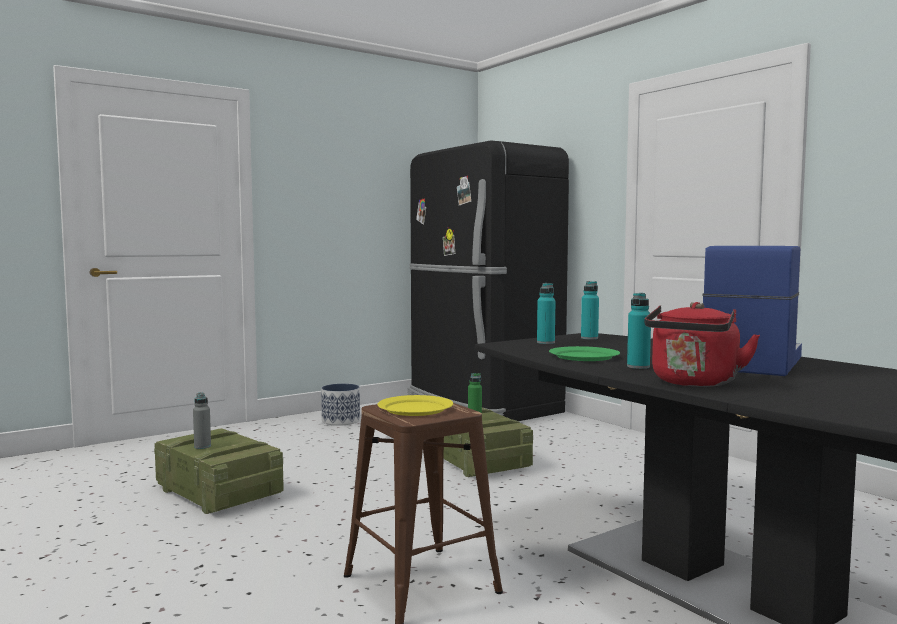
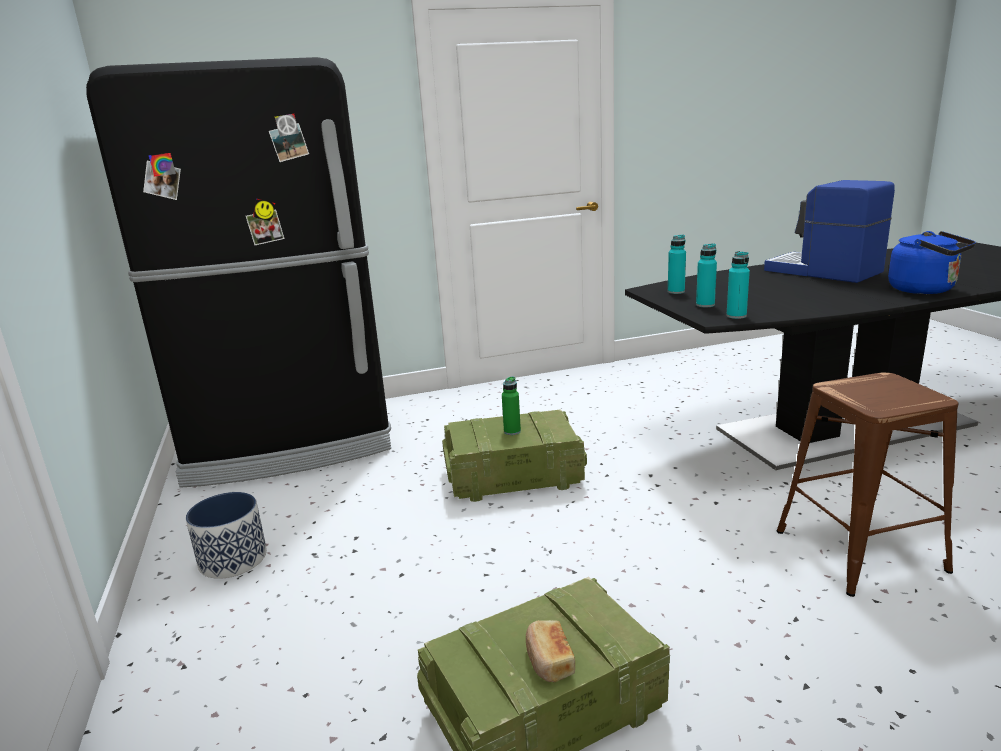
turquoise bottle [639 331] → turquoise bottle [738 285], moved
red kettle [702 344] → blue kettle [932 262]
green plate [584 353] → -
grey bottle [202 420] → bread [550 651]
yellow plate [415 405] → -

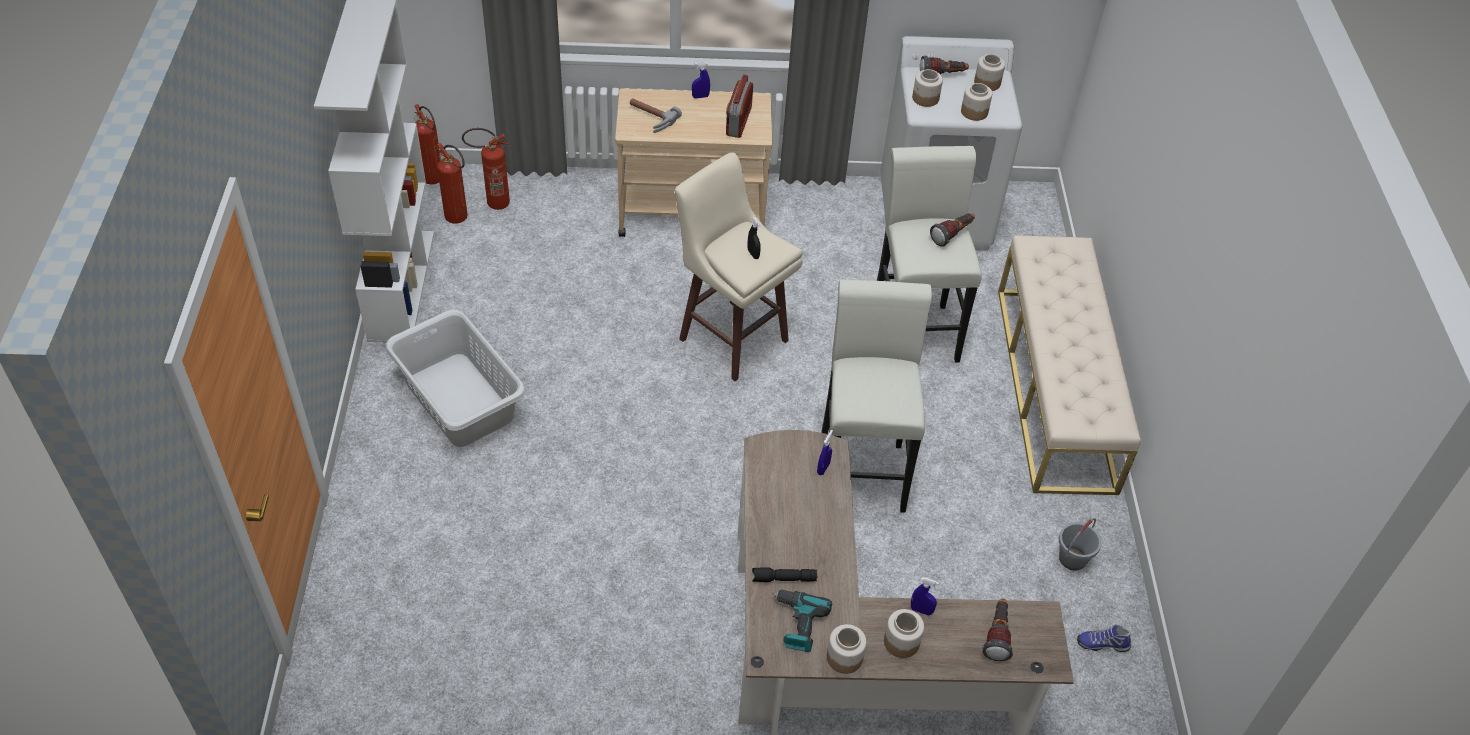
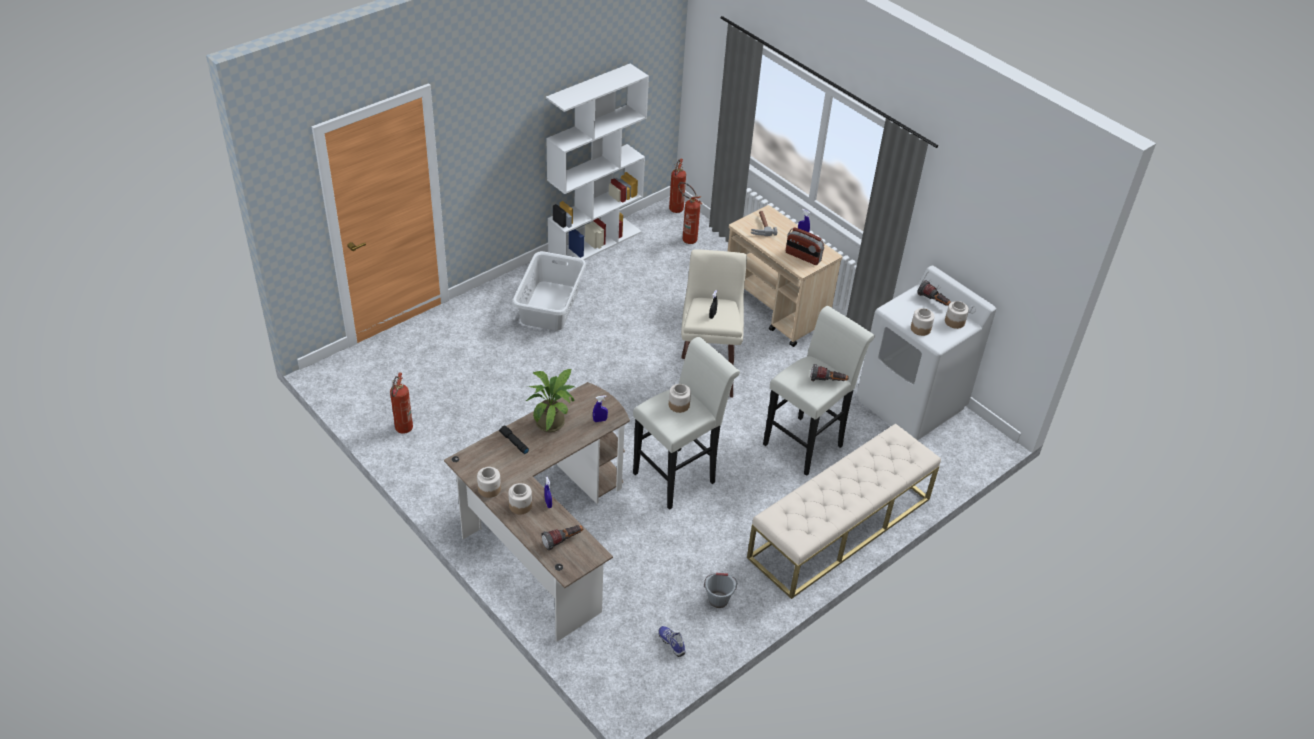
jar [927 88] → jar [680 398], moved
radio [739 106] → radio [805 246], 120 degrees counterclockwise
fire extinguisher [452 183] → fire extinguisher [401 403], moved
power drill [802 620] → -
- → potted plant [550 400]

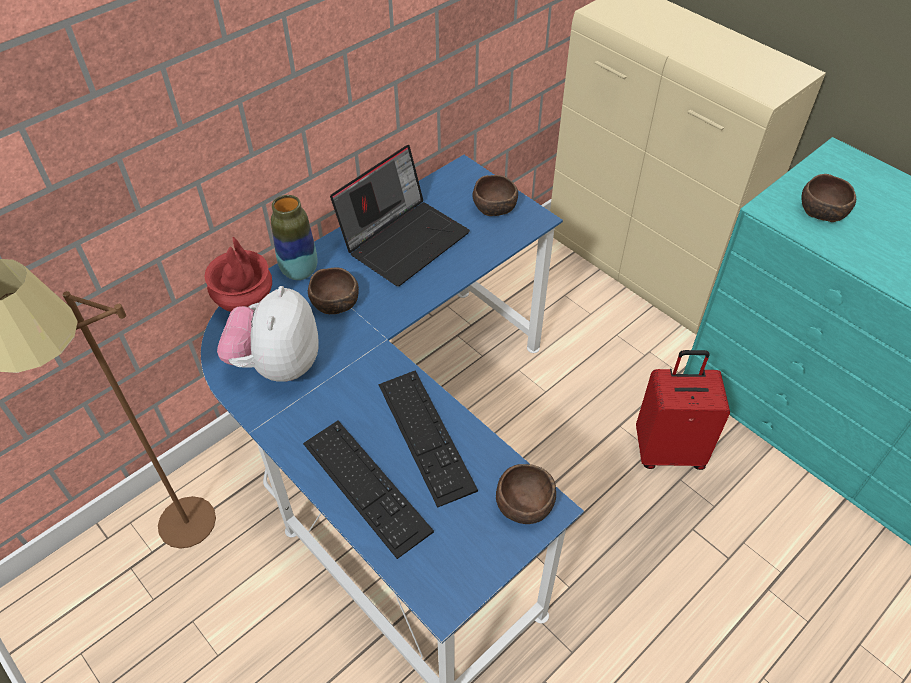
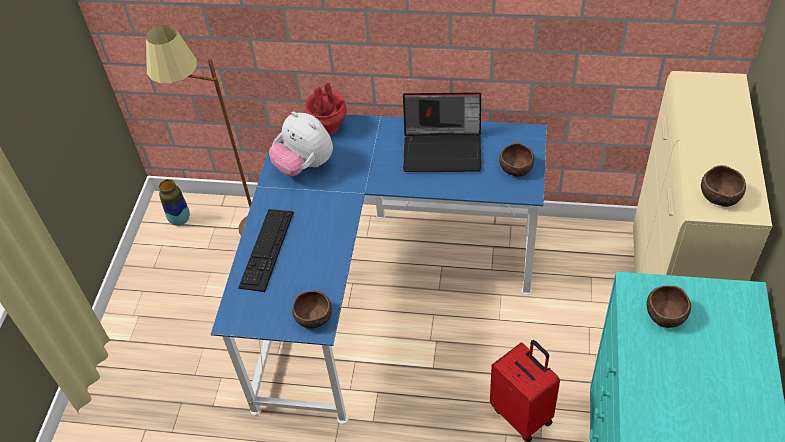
vase [294 237] → vase [174 202], moved
brown bowl [333 290] → brown bowl [723 186], moved
plush toy [267 334] → plush toy [301 144], 105 degrees counterclockwise
keyboard [428 439] → -

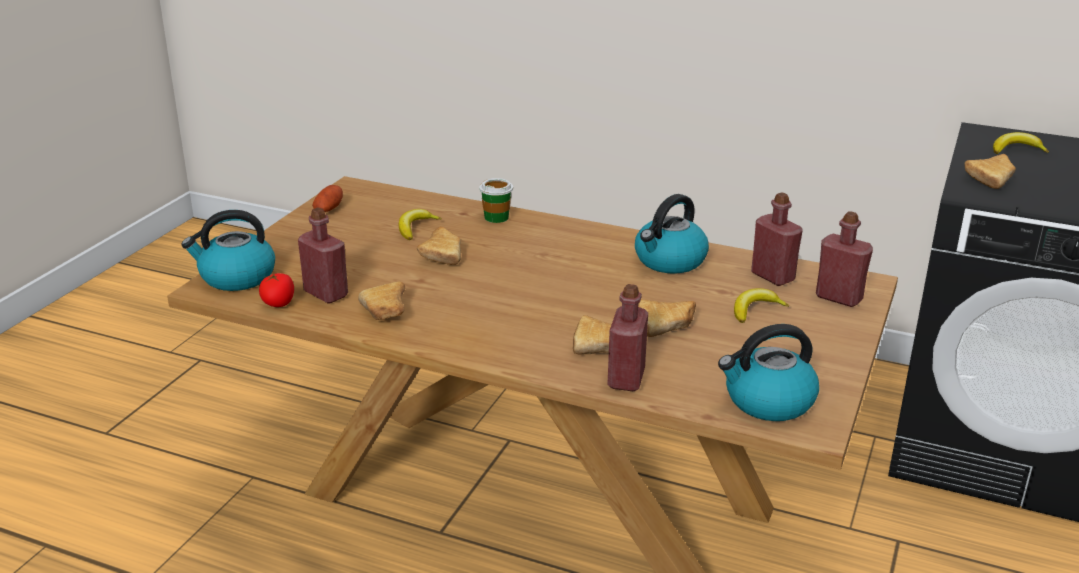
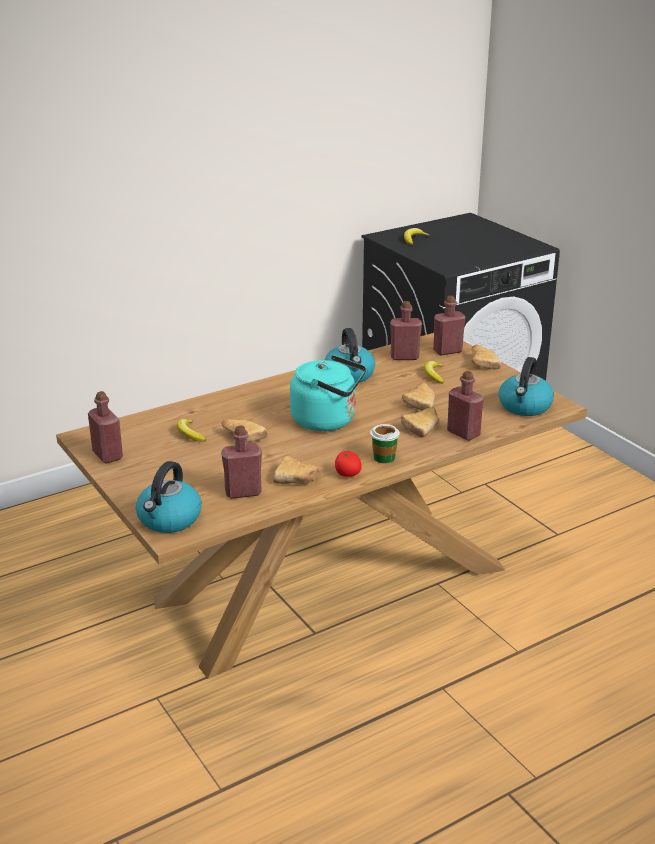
bread [990 171] → bread [486 357], moved
cup [496 200] → cup [385 444], moved
potato [327 198] → red bottle [105 427]
tomato [276 290] → tomato [348 464], moved
- → turquoise kettle [328 393]

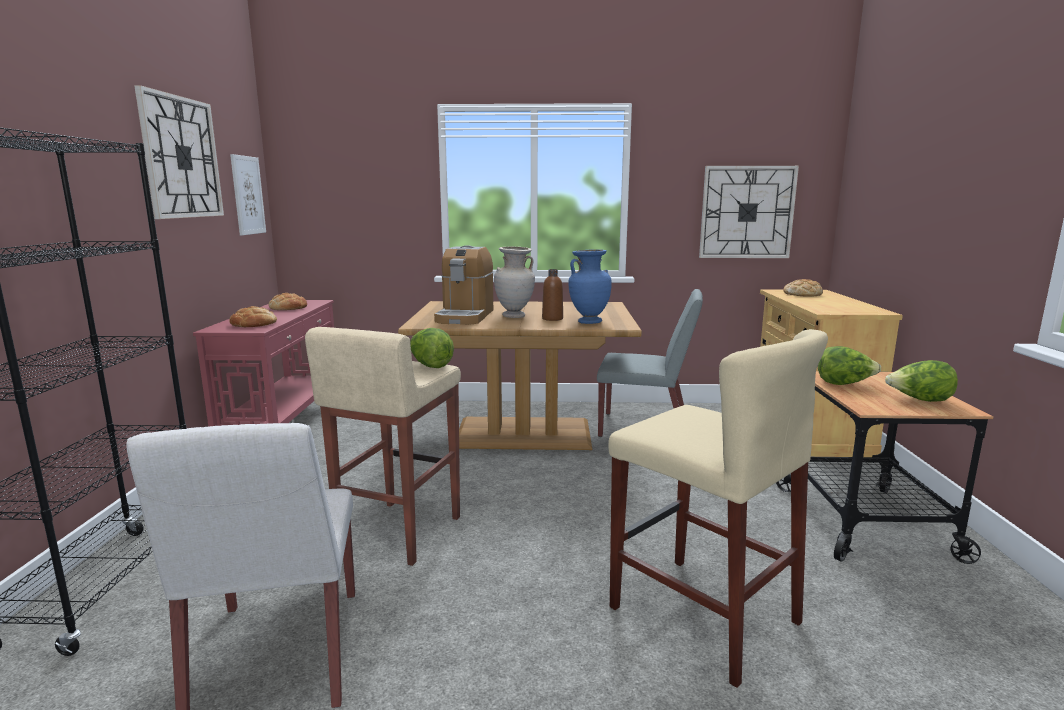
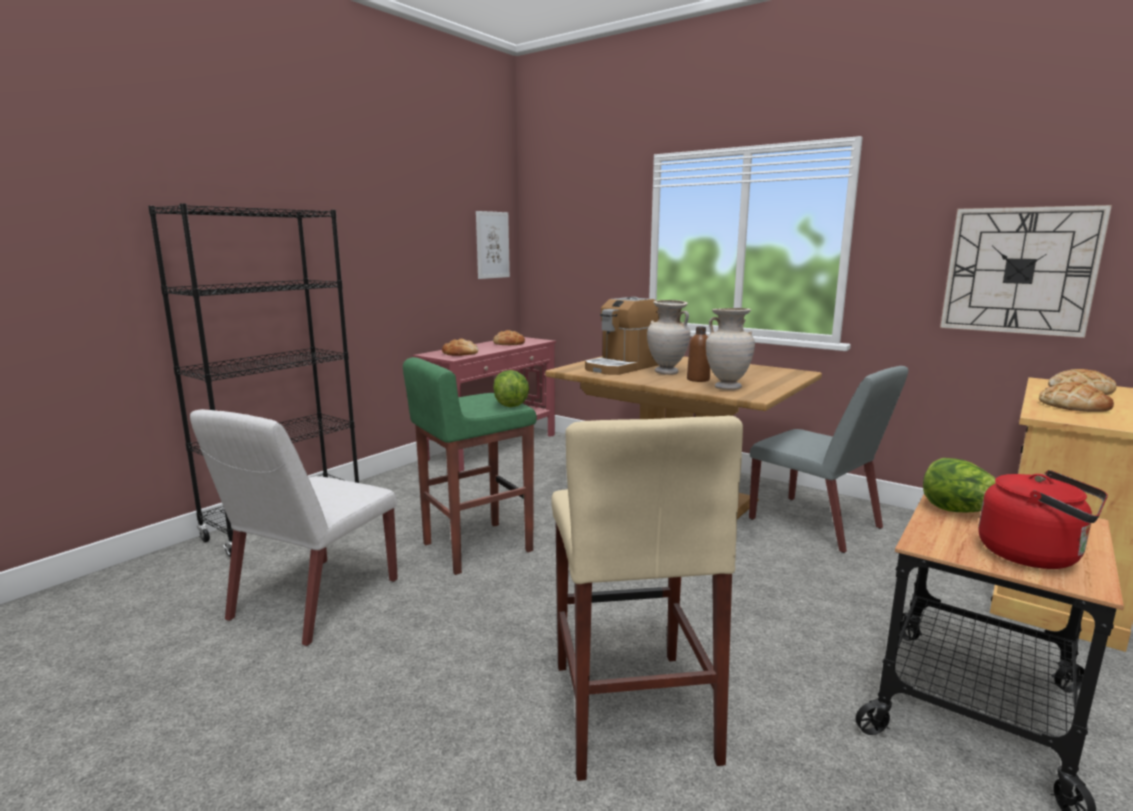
wall clock [179 152] → -
blue vase [590 286] → beige vase [730 349]
beige stool [383 446] → green stool [470 466]
lettuce [921 381] → red kettle [1043 519]
- → bread [1076 397]

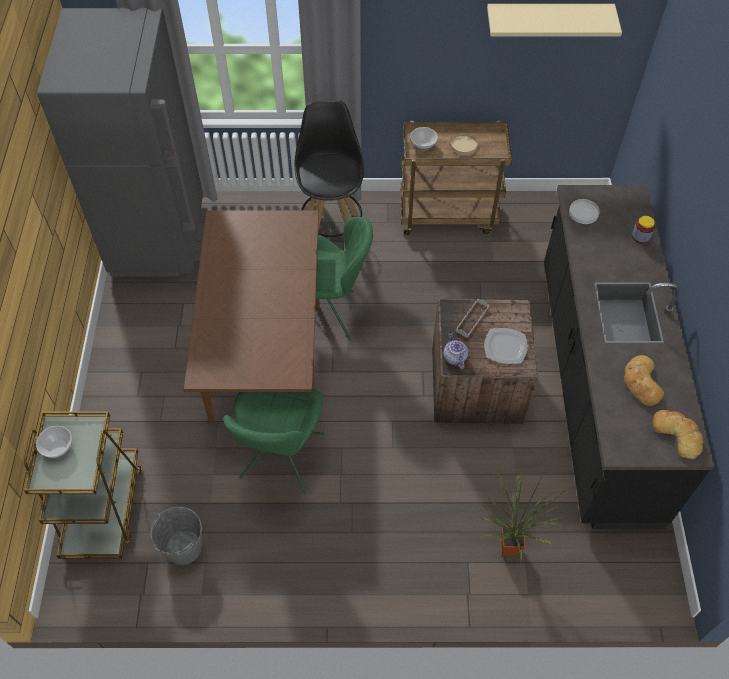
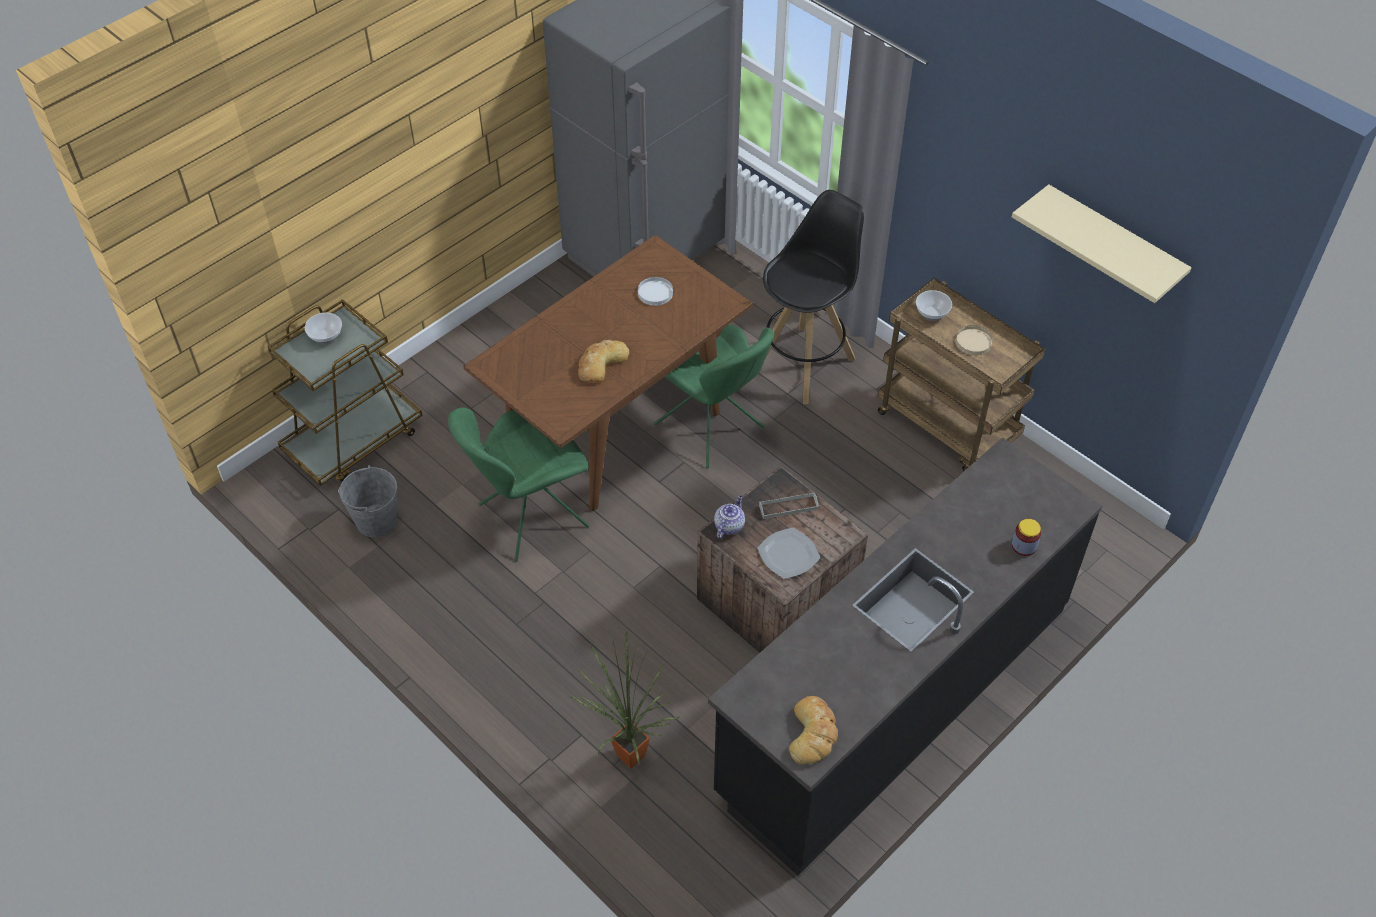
white plate [584 211] → white plate [655 291], moved
bread [644 380] → bread [603 361], moved

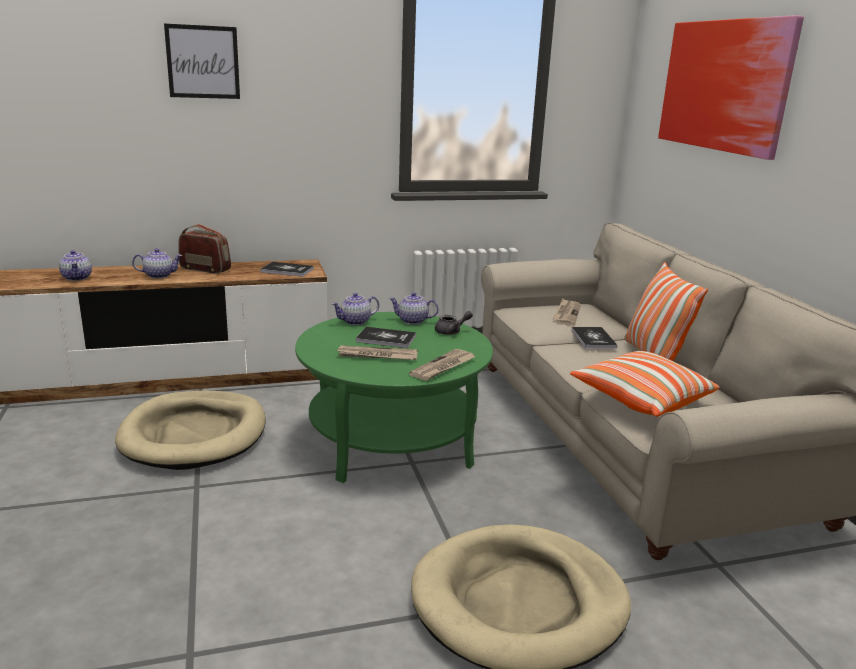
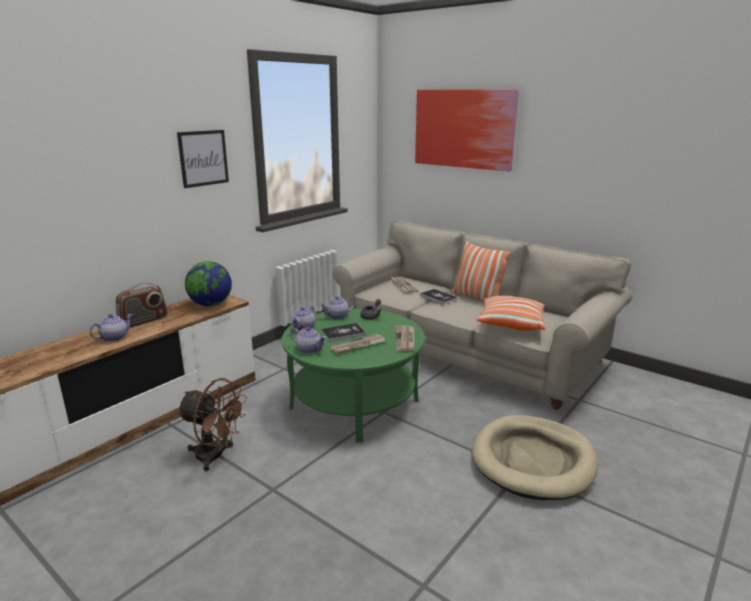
picture [202 61] → picture [203 159], moved
radio [204 249] → radio [141 305], 150 degrees clockwise
teapot [75 265] → teapot [308 340], moved
book [287 269] → globe [208 283]
beige dog bed [190 430] → brown fan [212 424]

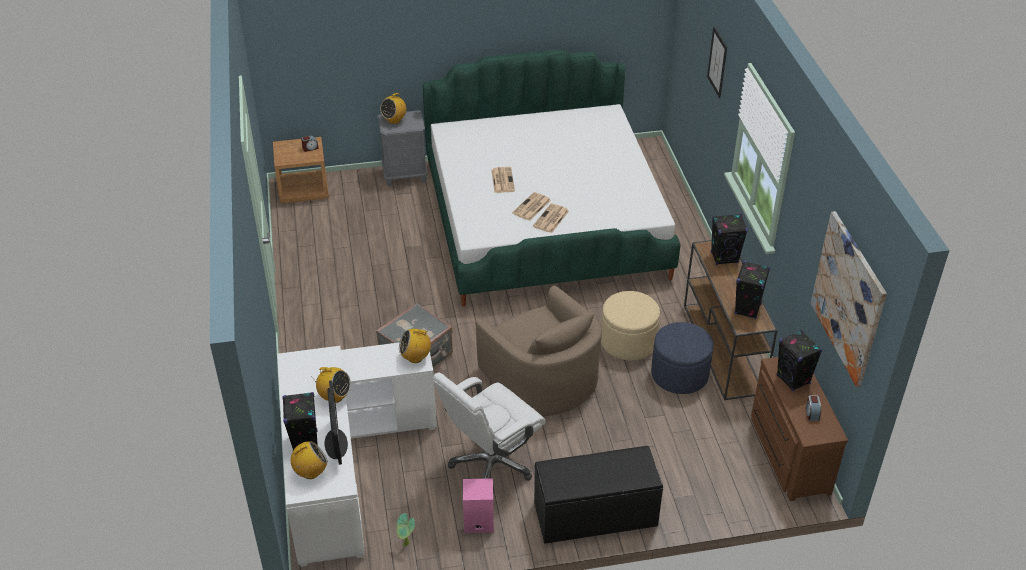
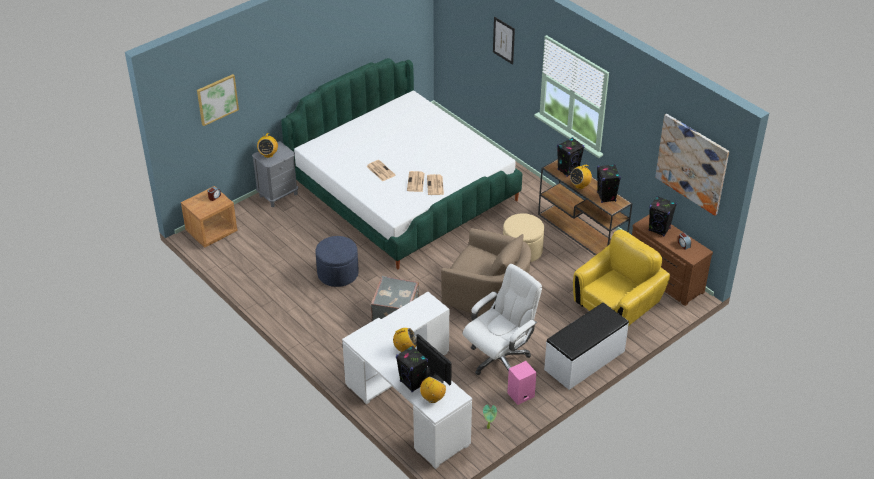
blue ottoman [682 358] → blue ottoman [337 261], moved
radio [415 346] → radio [581 177], moved
white office chair [489 427] → white office chair [502 319], 150 degrees counterclockwise
black bench [598 495] → white bench [586 346]
- → picture [218 100]
- → yellow armchair [621 277]

